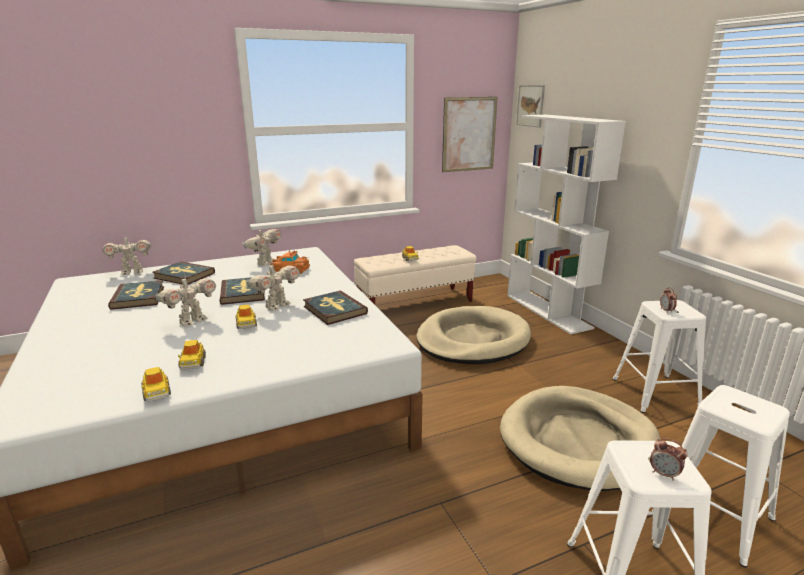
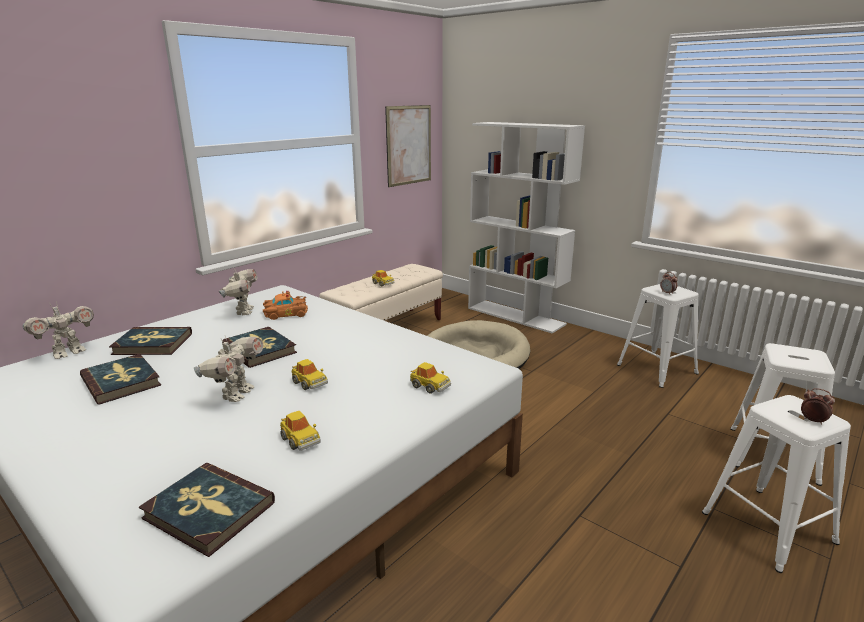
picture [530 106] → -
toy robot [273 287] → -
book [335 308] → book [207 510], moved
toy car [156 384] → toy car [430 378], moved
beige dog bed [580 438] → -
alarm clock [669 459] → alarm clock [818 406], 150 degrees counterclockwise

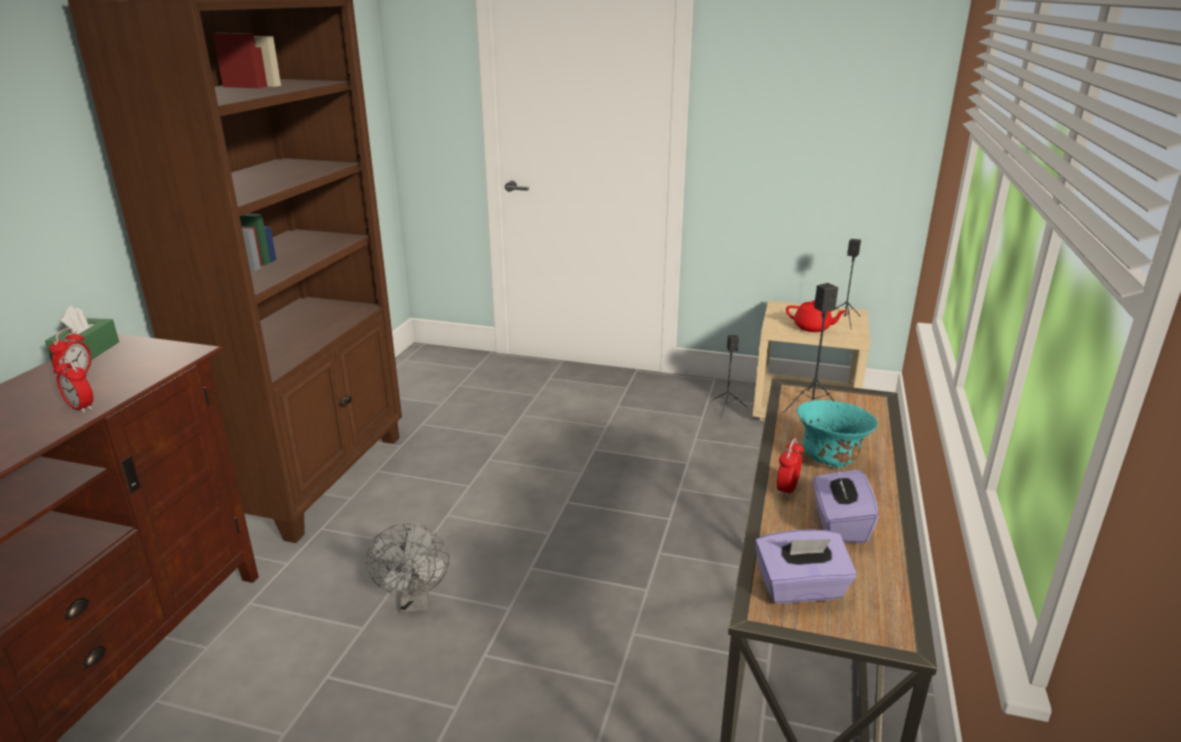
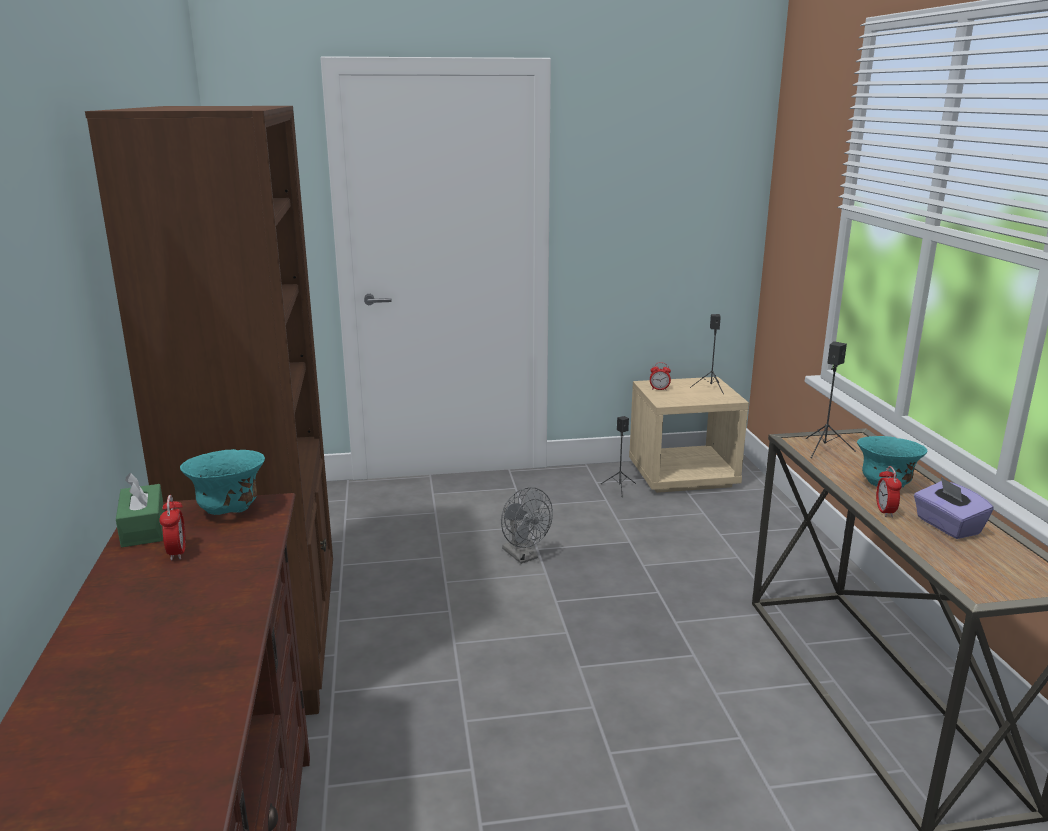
red teapot [816 316] → -
alarm clock [73 385] → alarm clock [660 376], moved
grey fan [408 568] → grey fan [527 525], moved
purple tissue box [806 567] → -
- → turquoise bowl [222 482]

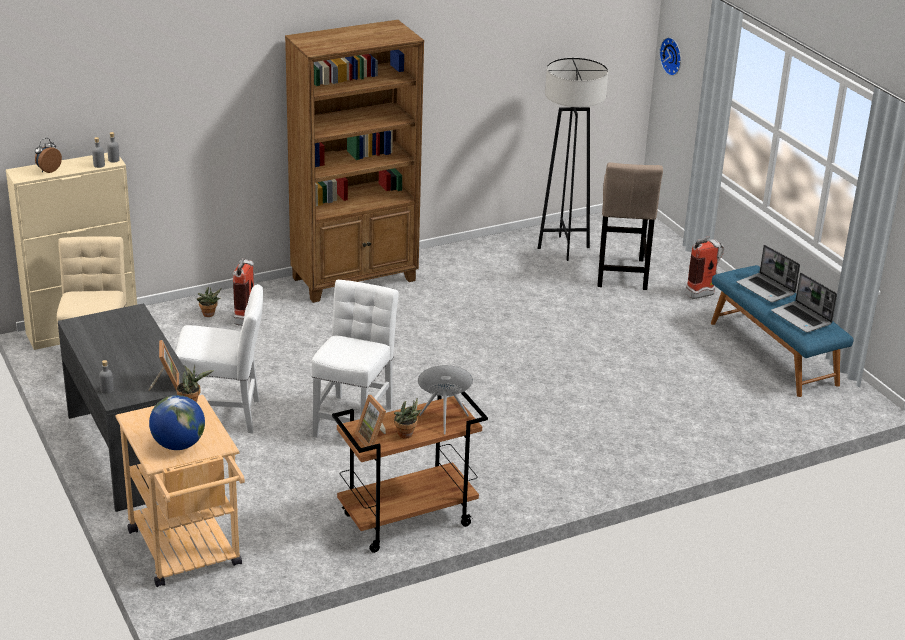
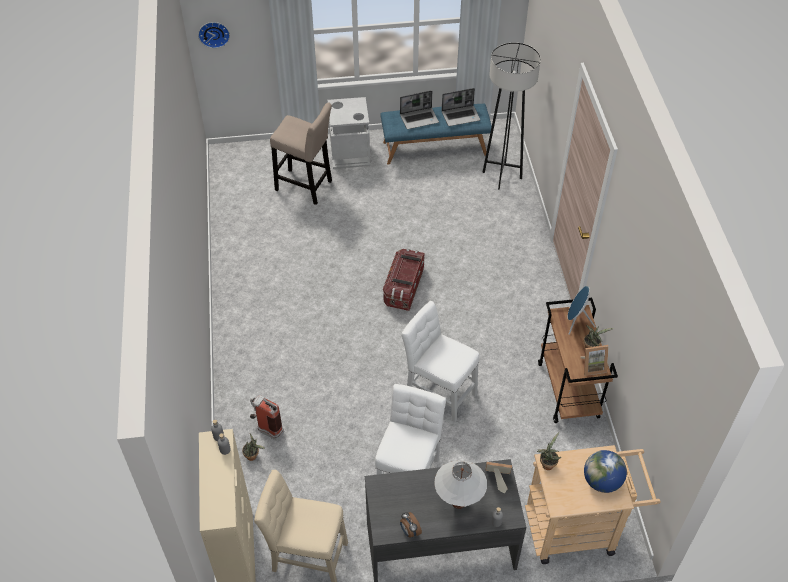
brown bookcase [354 161] → -
grey floor lamp [573 159] → grey floor lamp [511 116], moved
alarm clock [48 155] → alarm clock [411 525], moved
fire extinguisher [704 267] → grey trash can [349 133]
- → storage box [404 280]
- → white table lamp [461 484]

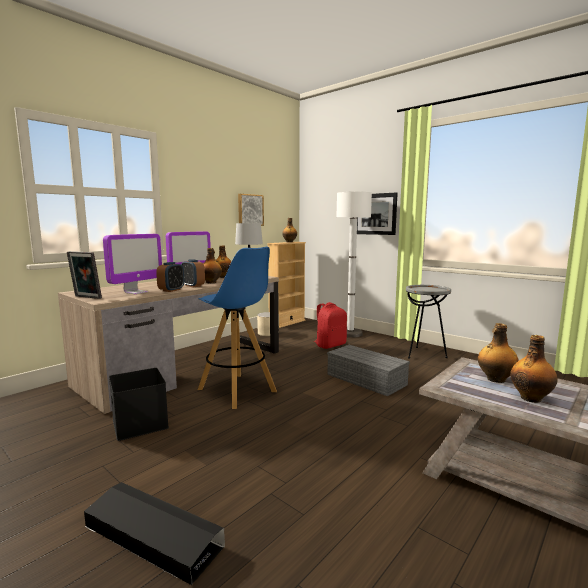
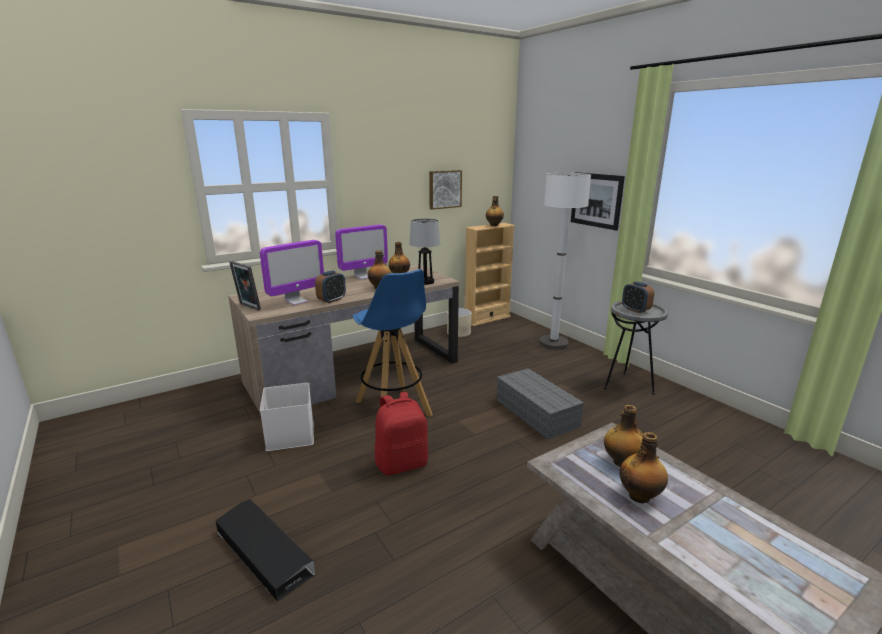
alarm clock [193 273] → alarm clock [638 297], moved
red backpack [330 325] → red backpack [401 434], moved
black storage box [139 404] → white storage box [287 417]

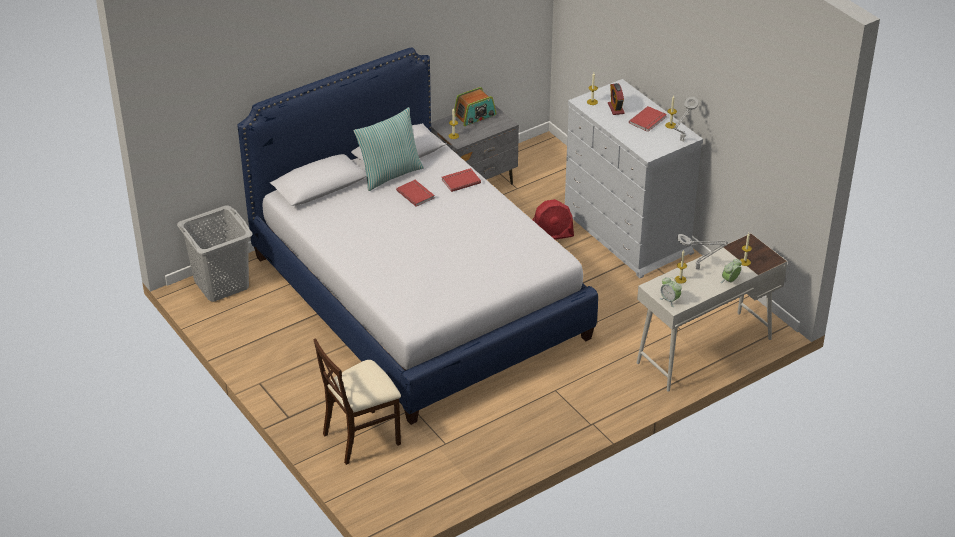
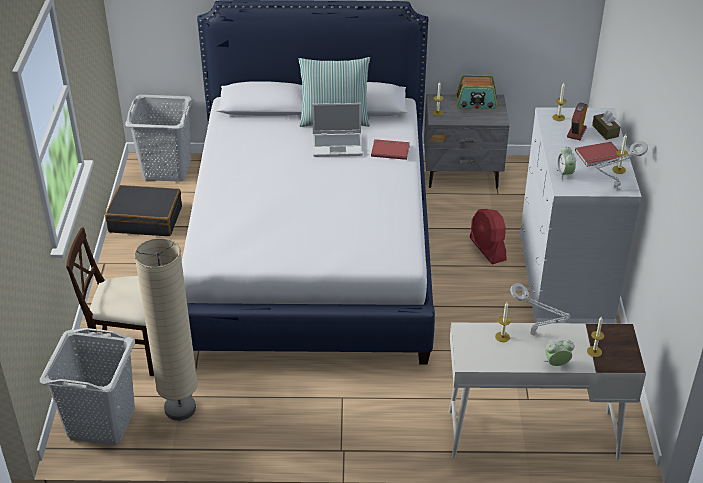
red book [415 193] → laptop [337 130]
red fan [553 219] → red fan [488 237], 45 degrees clockwise
alarm clock [670 292] → alarm clock [566 163], moved
- → brown tissue box [606 125]
- → black suitcase [143 210]
- → beige floor lamp [166 329]
- → grey laundry basket [87 386]

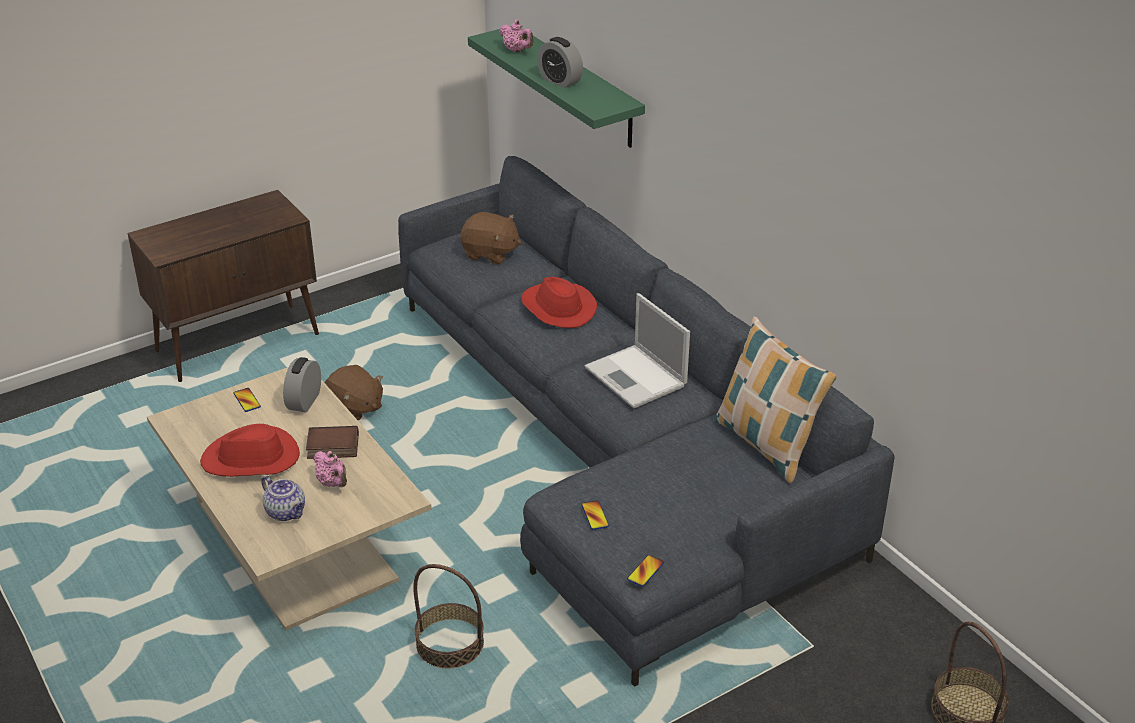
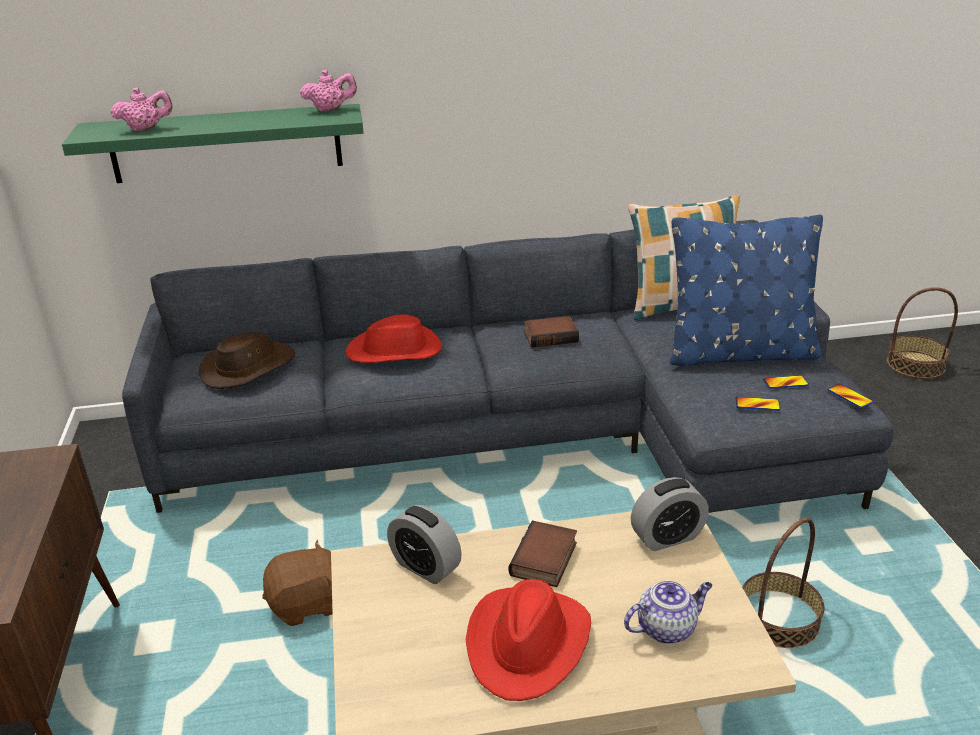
alarm clock [560 62] → alarm clock [670 514], moved
brown plush toy [490 238] → brown hat [247 360]
laptop [637 350] → book [551 332]
phone [247 400] → phone [786 382], moved
pink teapot [330 469] → pink teapot [328 91], moved
- → blue pillow [746 290]

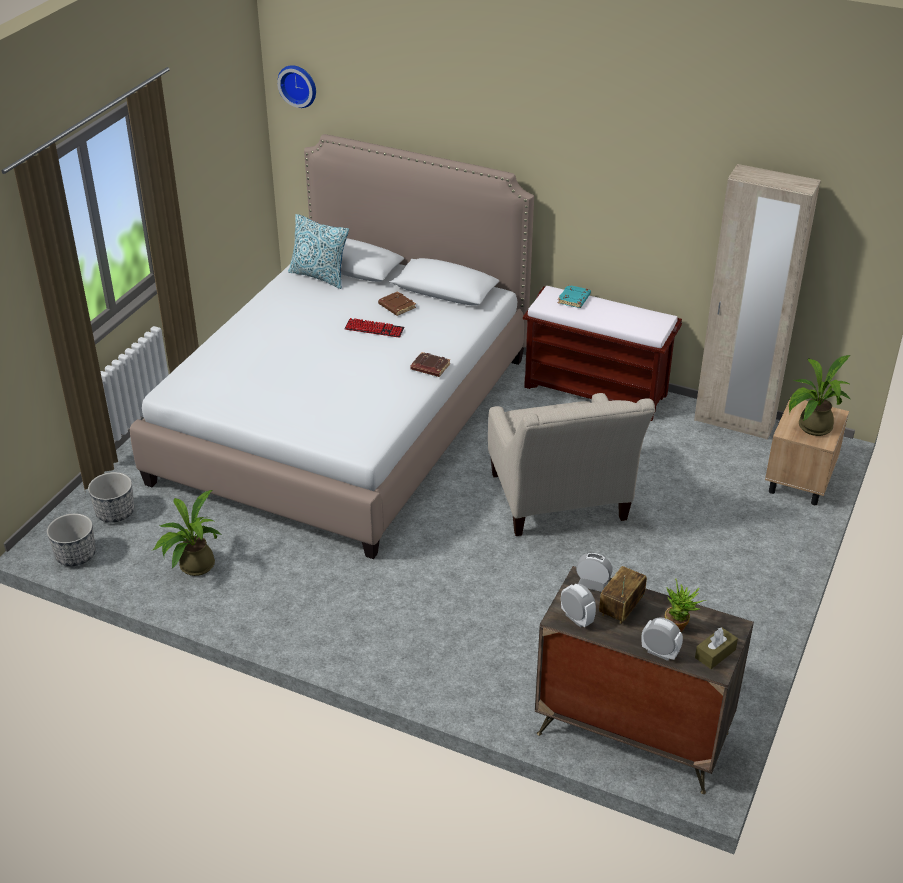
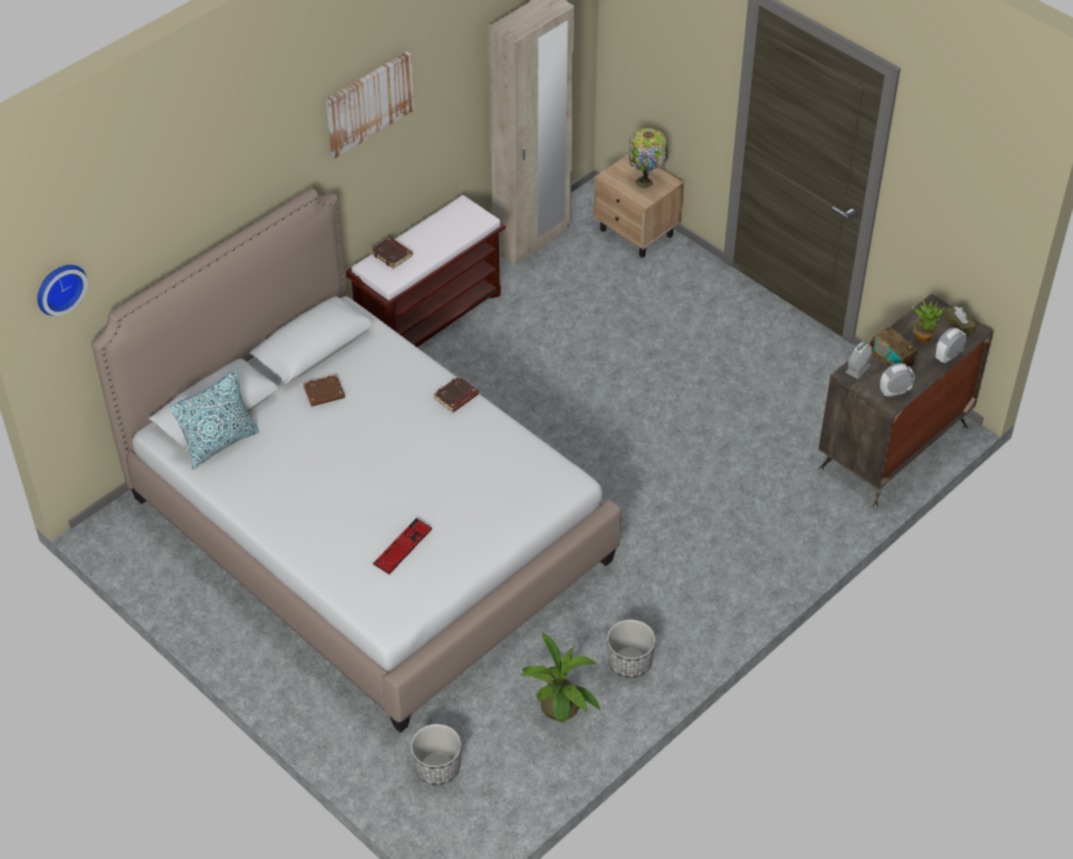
turquoise book [574 296] → brown book [391 253]
keyboard [374 328] → keyboard [402 546], moved
potted plant [820 395] → table lamp [648 158]
beige armchair [571 464] → -
planter [71 539] → planter [631 648], moved
- → picture [370 104]

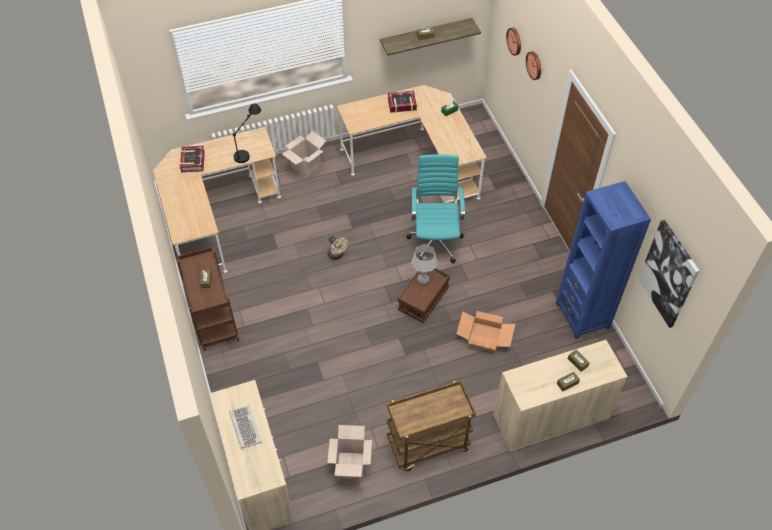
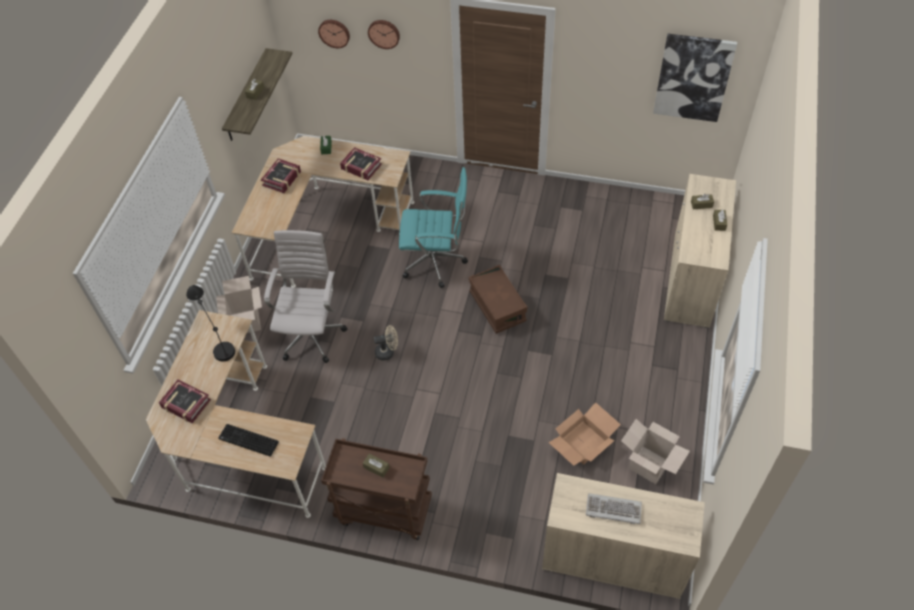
turquoise office chair [435 208] → turquoise office chair [433 227], 150 degrees clockwise
blue bookcase [603 260] → -
grey table lamp [424 264] → -
cardboard box [485 331] → cardboard box [584 434], moved
brown cart [431 425] → -
- → book [361 163]
- → white office chair [305 296]
- → keyboard [248 440]

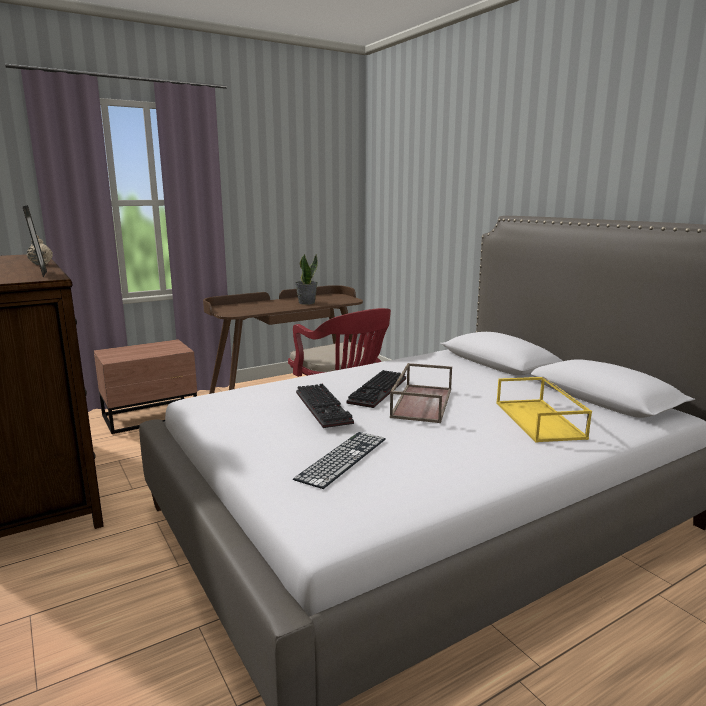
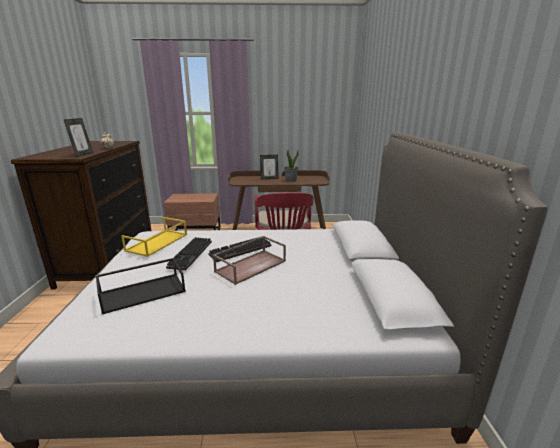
yellow tray [544 409] → yellow tray [154 237], moved
keyboard [339 460] → black tray [140 286]
- → picture frame [269 167]

